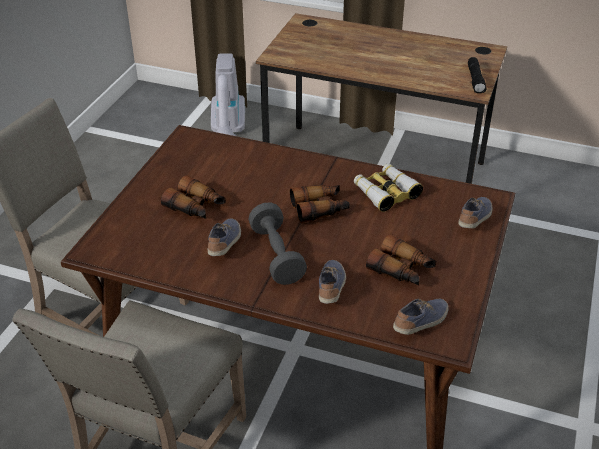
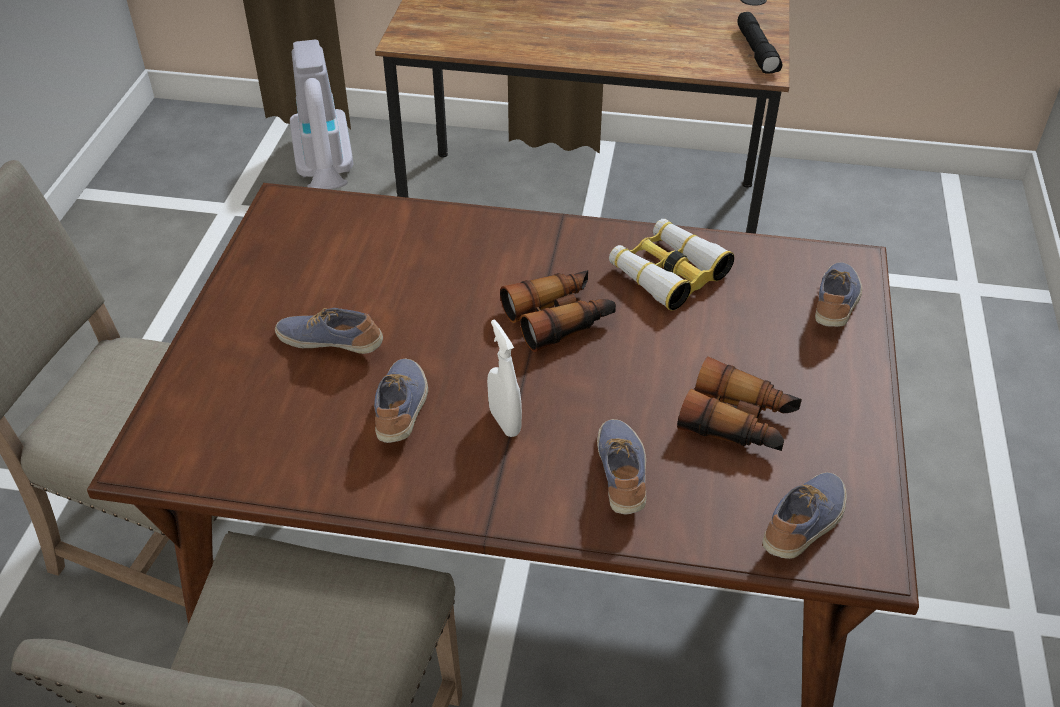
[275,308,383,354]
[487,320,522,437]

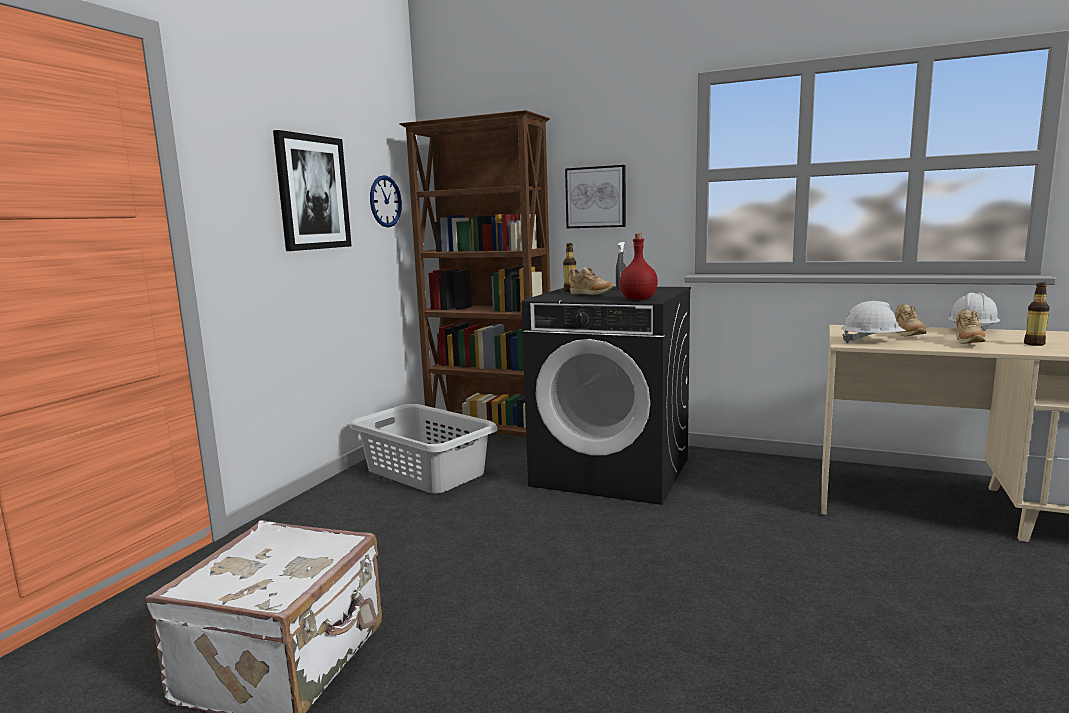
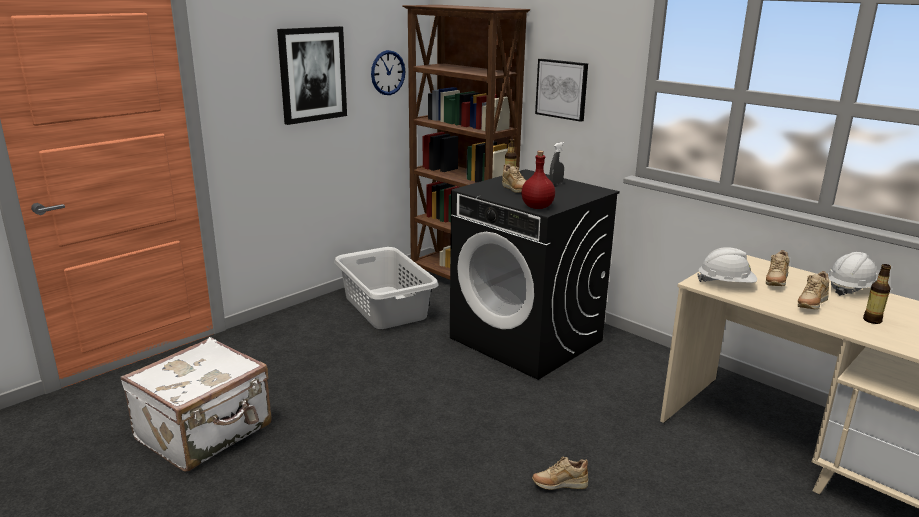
[532,457,588,490]

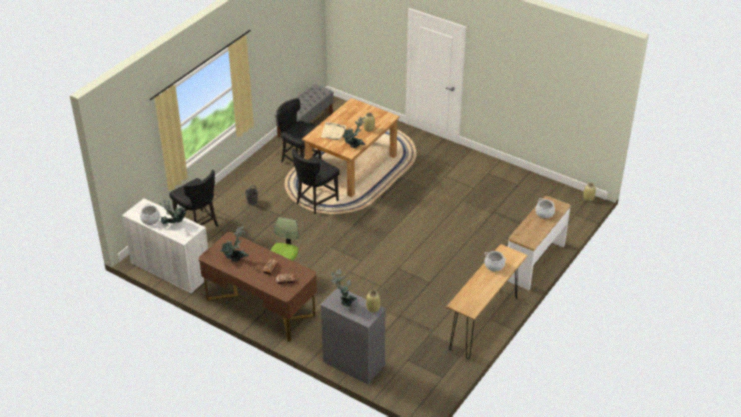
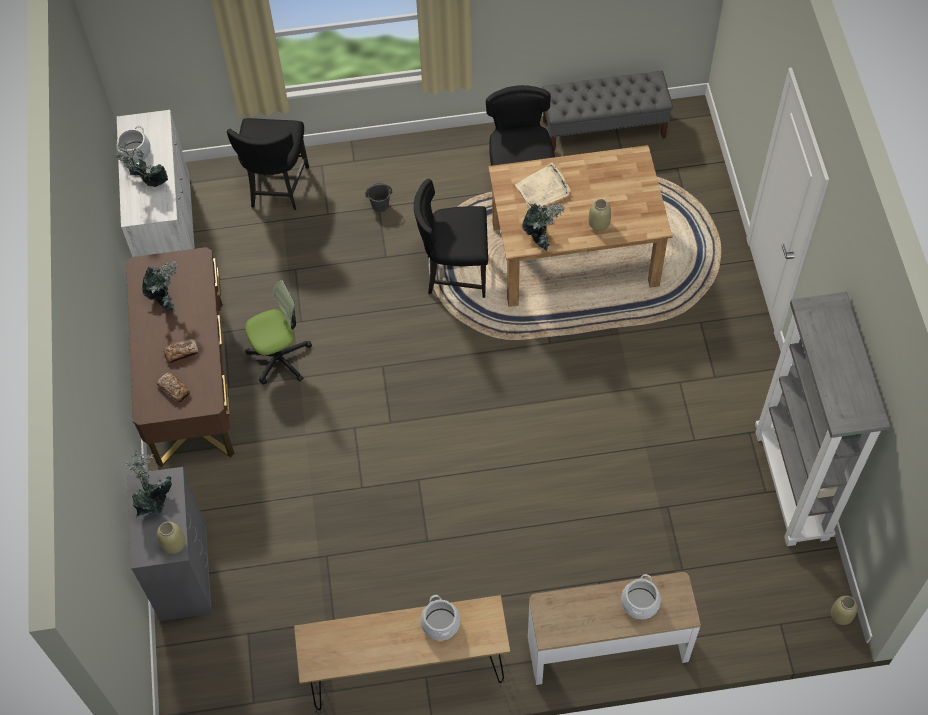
[755,292,891,546]

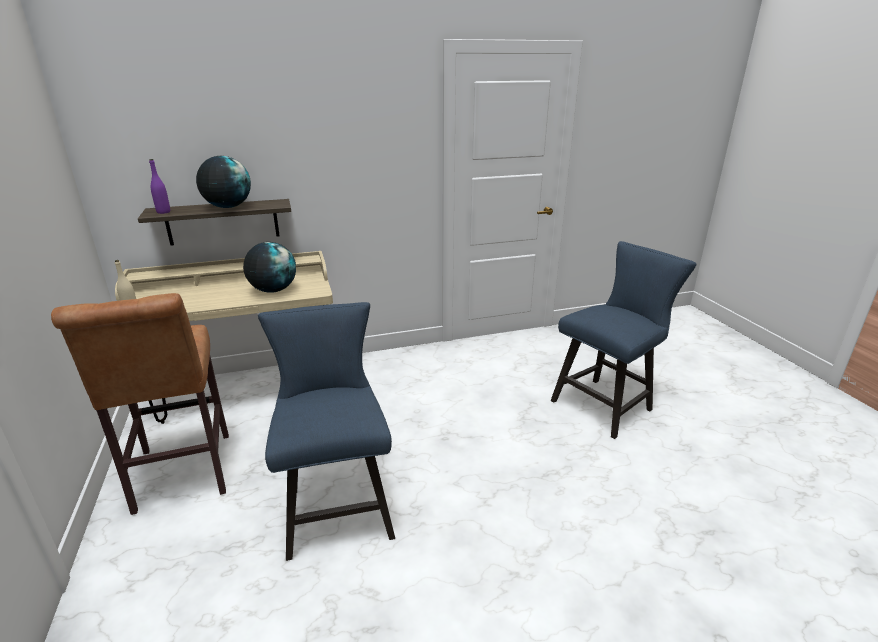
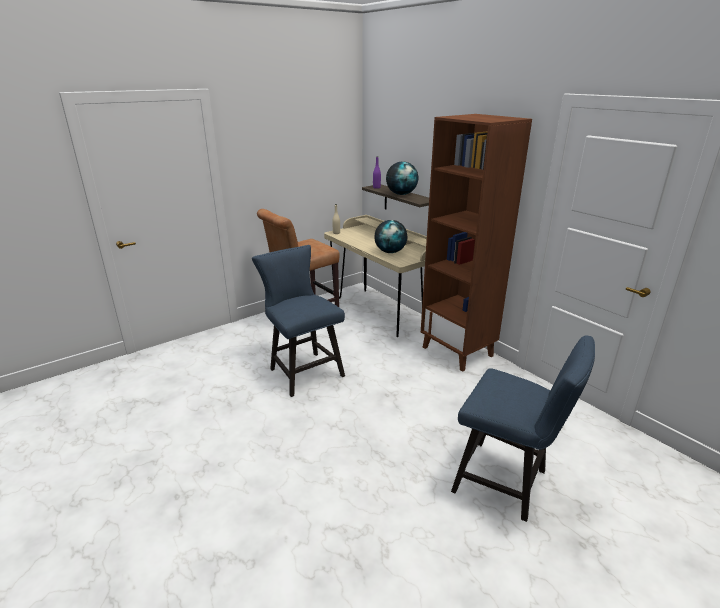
[252,245,345,397]
[421,114,532,372]

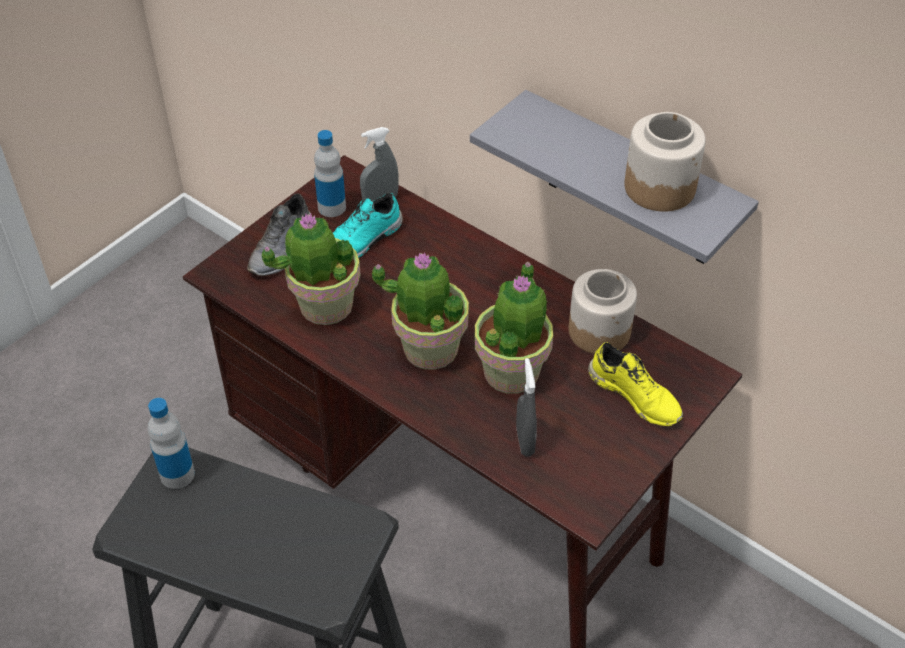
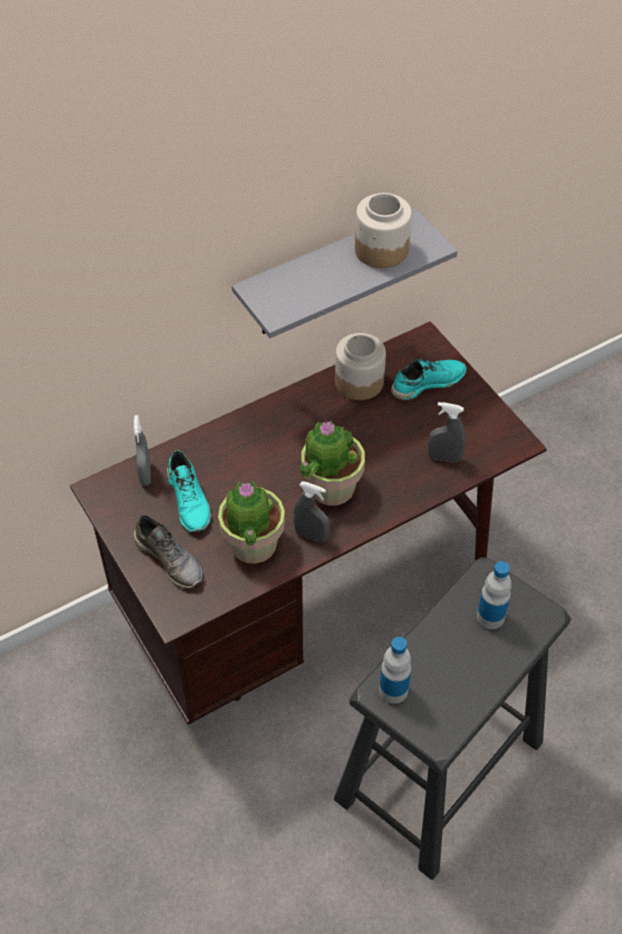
[477,561,512,629]
[475,262,553,394] (first image)
[391,359,467,401]
[293,481,330,543]

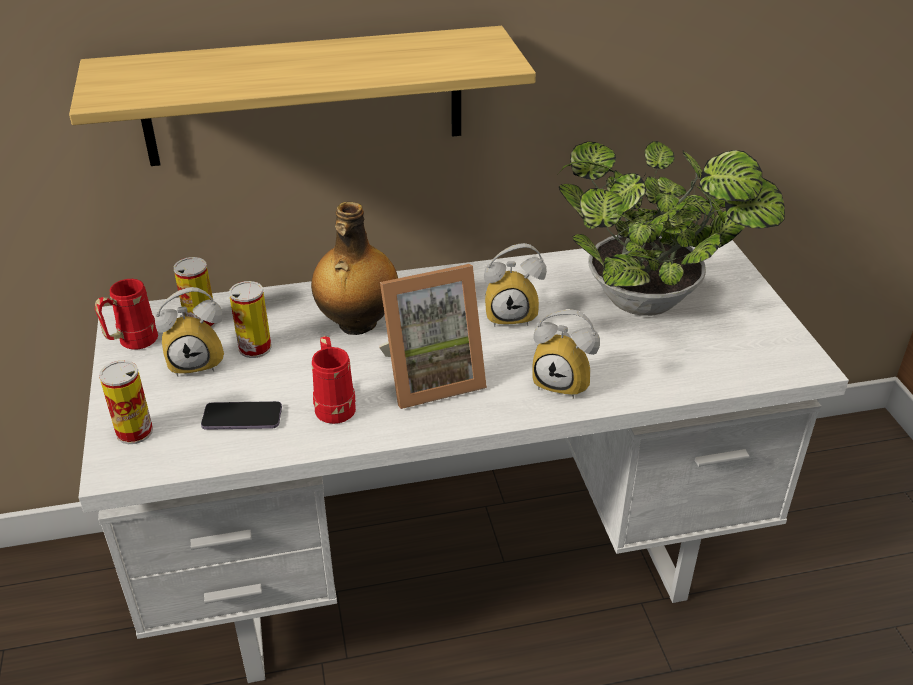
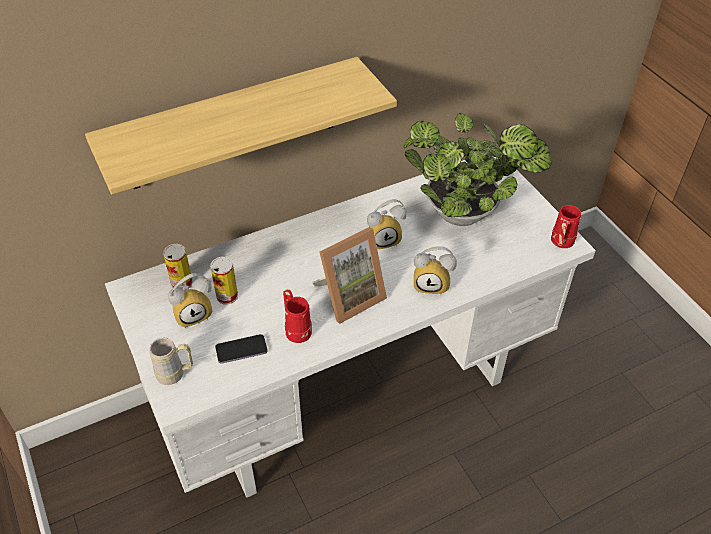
[311,202,398,335] (first image)
[551,205,581,248]
[149,338,193,385]

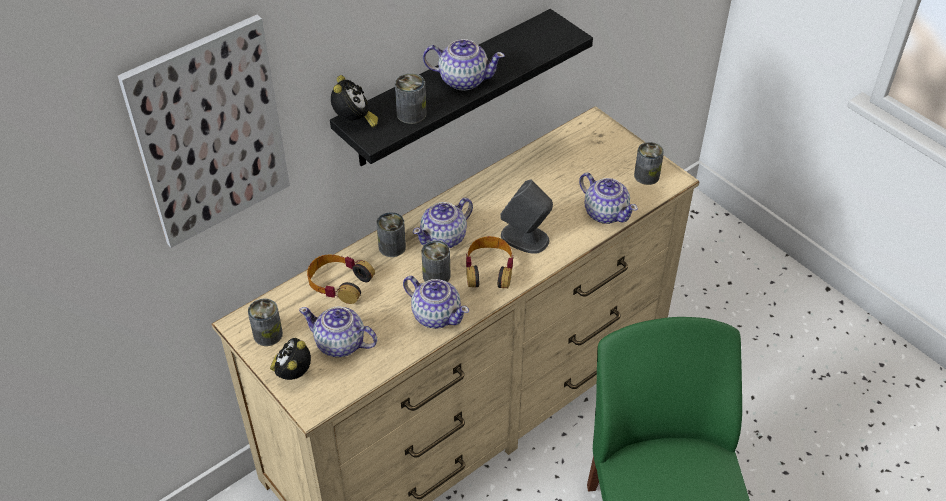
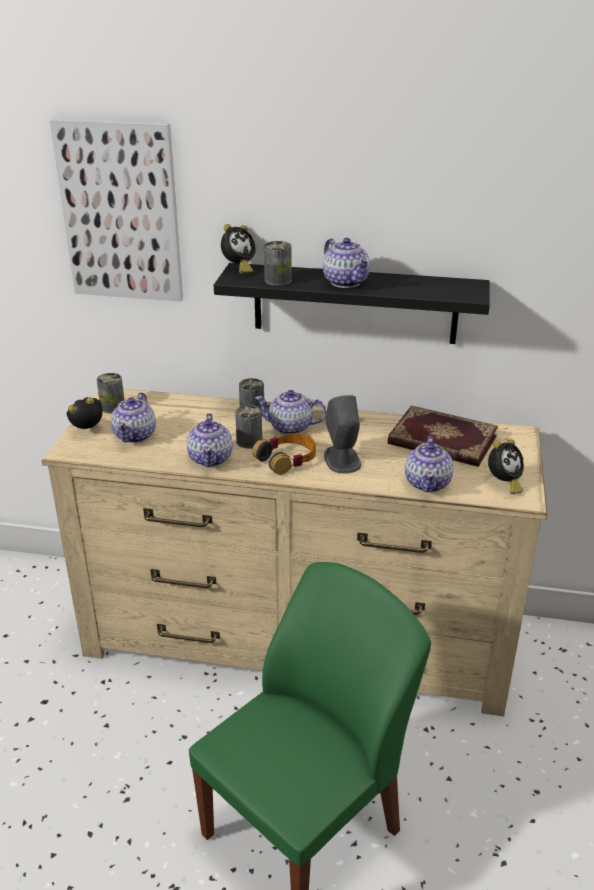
[488,439,524,494]
[307,255,375,304] (first image)
[111,392,156,443]
[388,405,498,467]

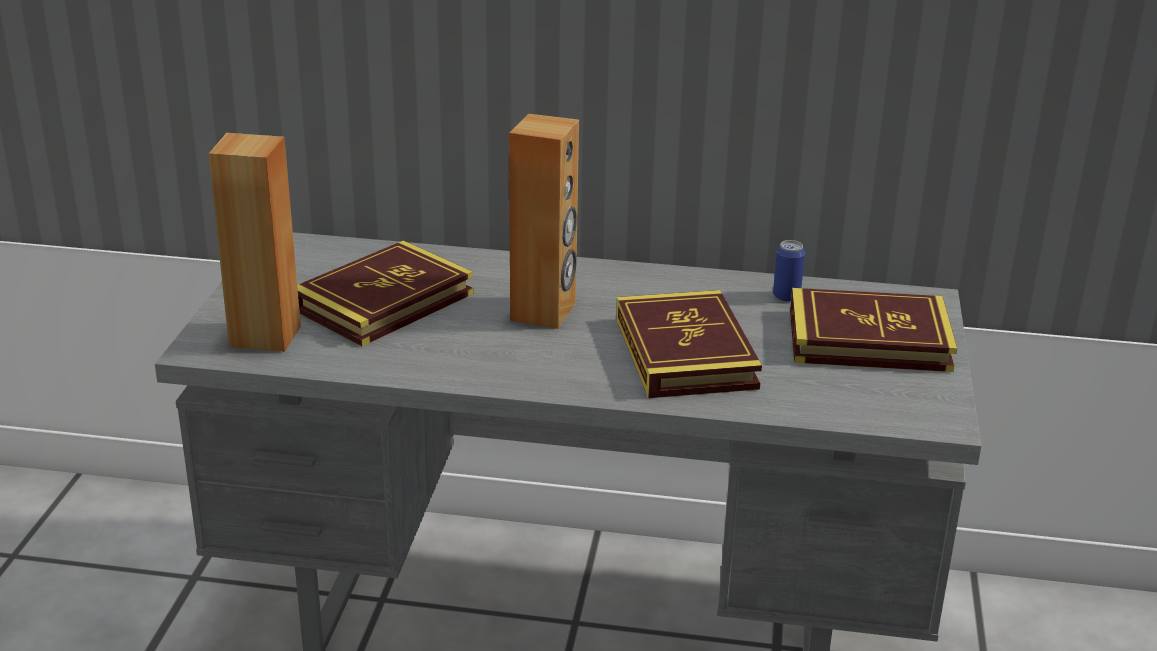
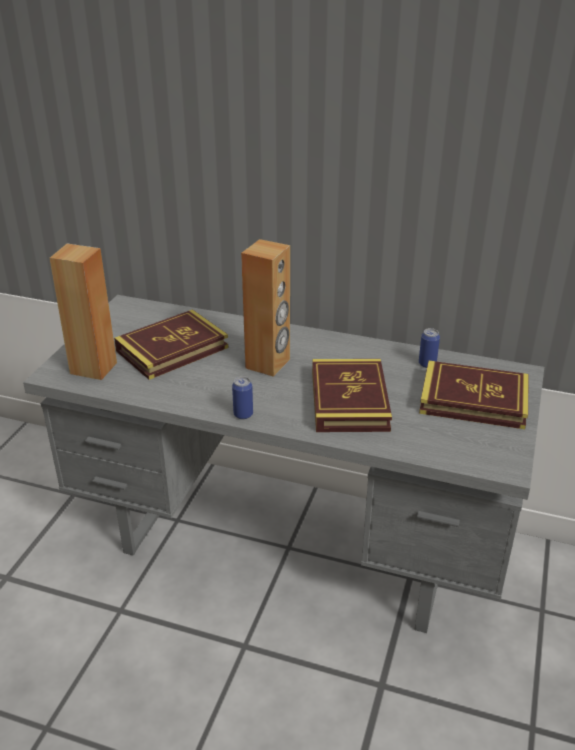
[232,376,253,420]

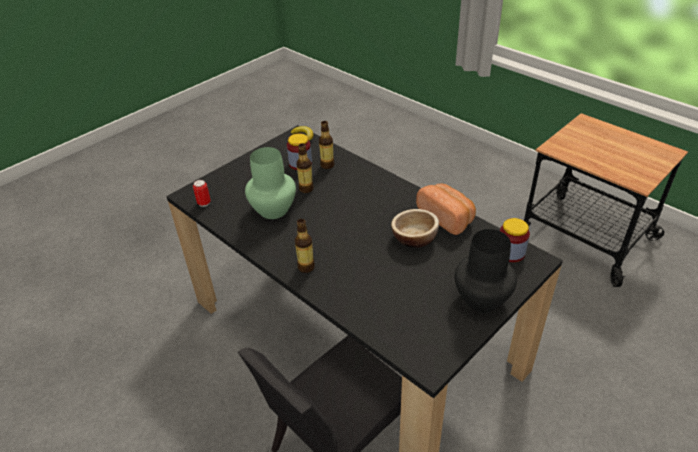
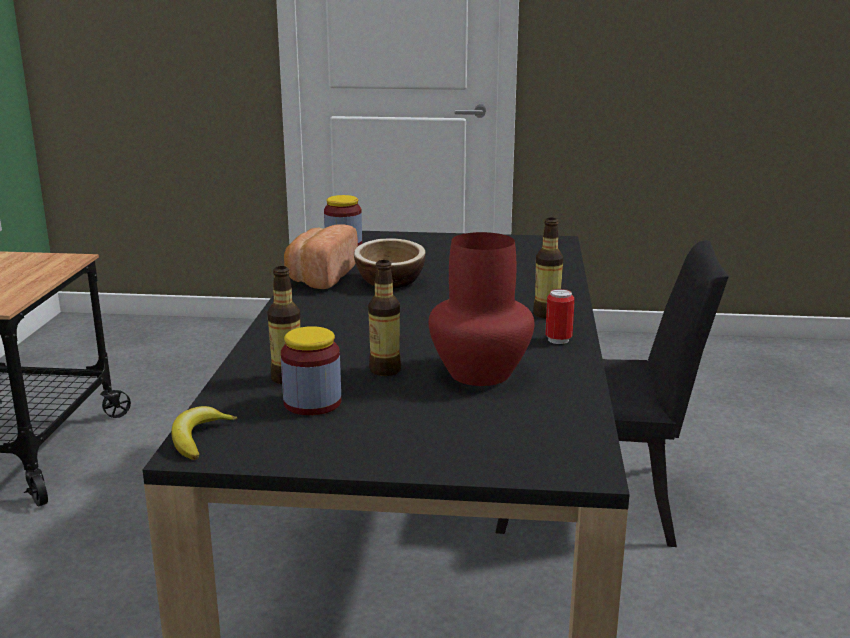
[428,232,534,386]
[545,289,574,344]
[455,229,517,312] (first image)

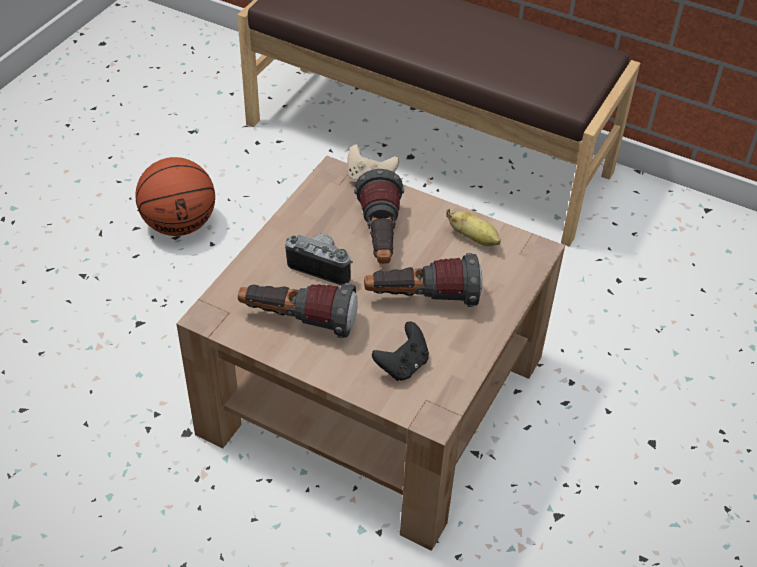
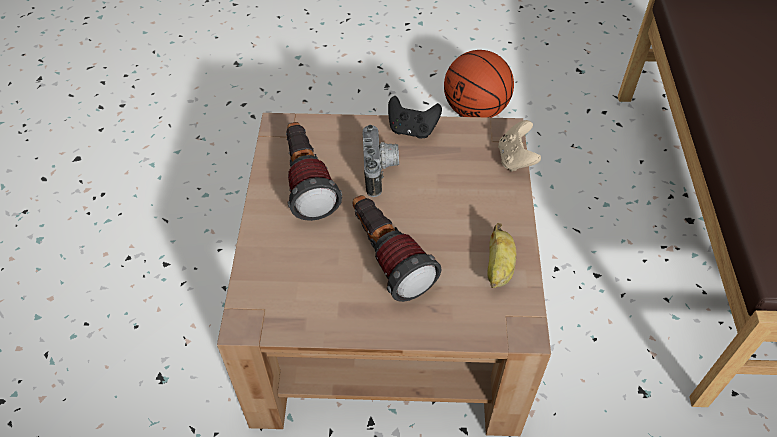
[354,169,404,264] (first image)
[388,96,442,139]

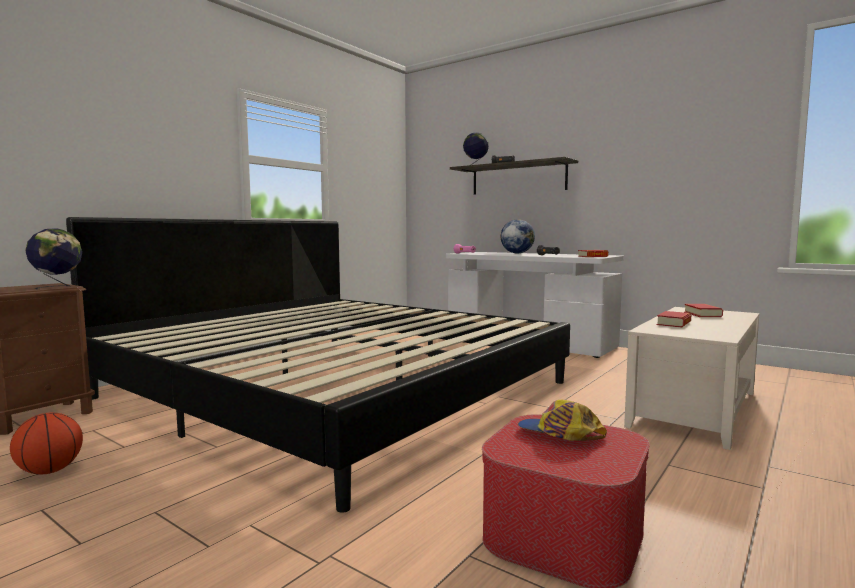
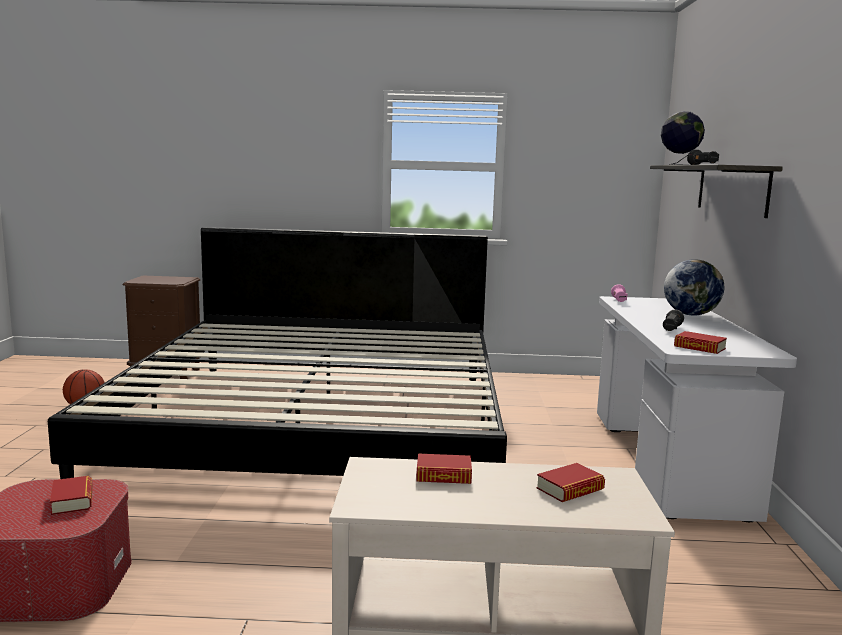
[25,228,82,289] (first image)
[50,476,92,515]

